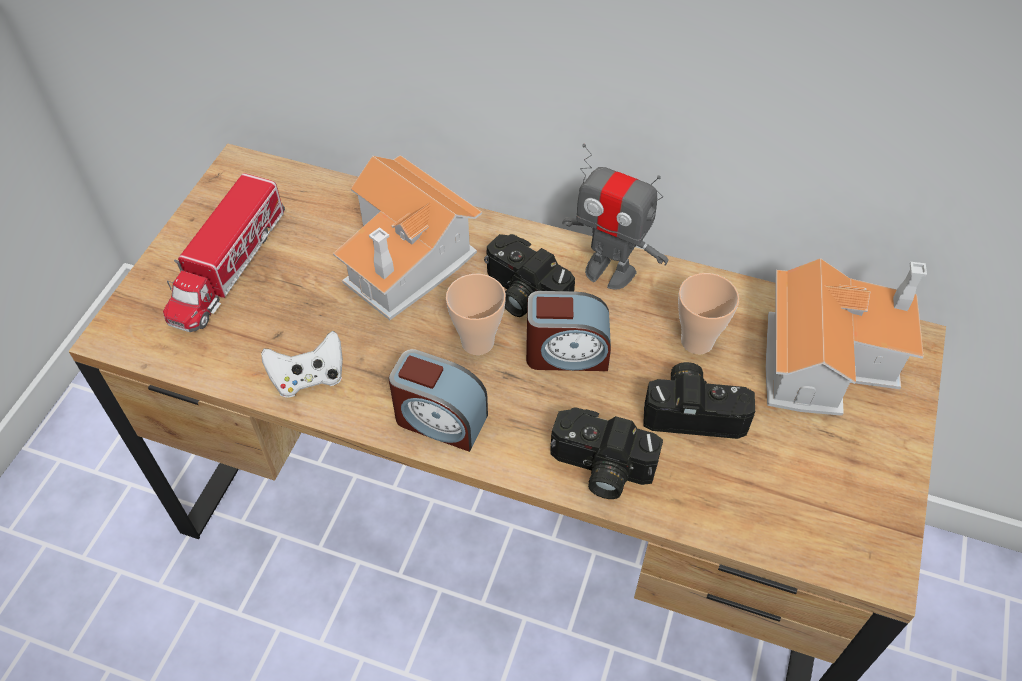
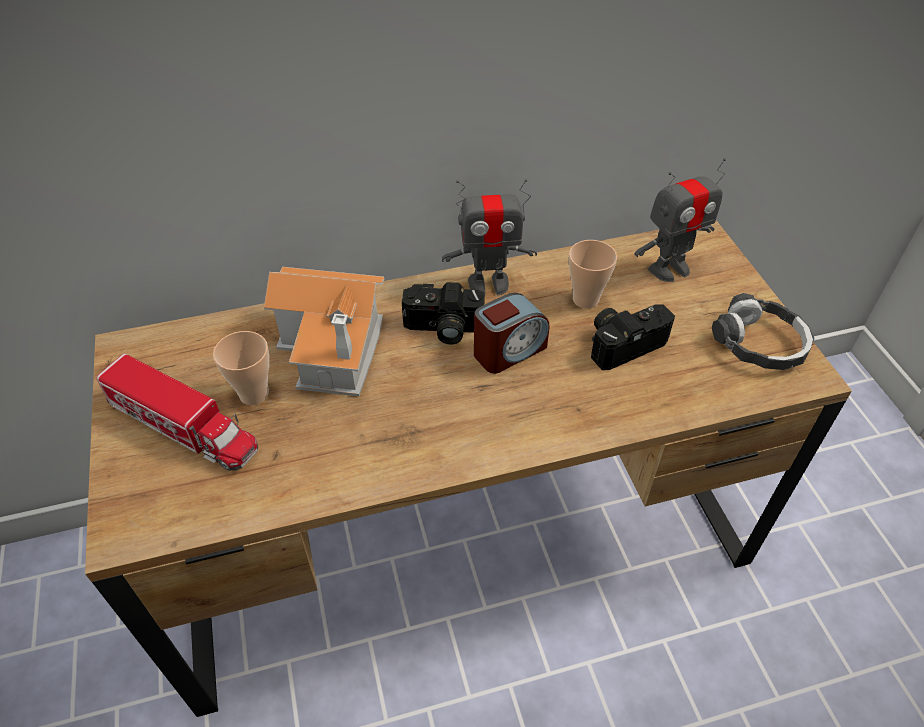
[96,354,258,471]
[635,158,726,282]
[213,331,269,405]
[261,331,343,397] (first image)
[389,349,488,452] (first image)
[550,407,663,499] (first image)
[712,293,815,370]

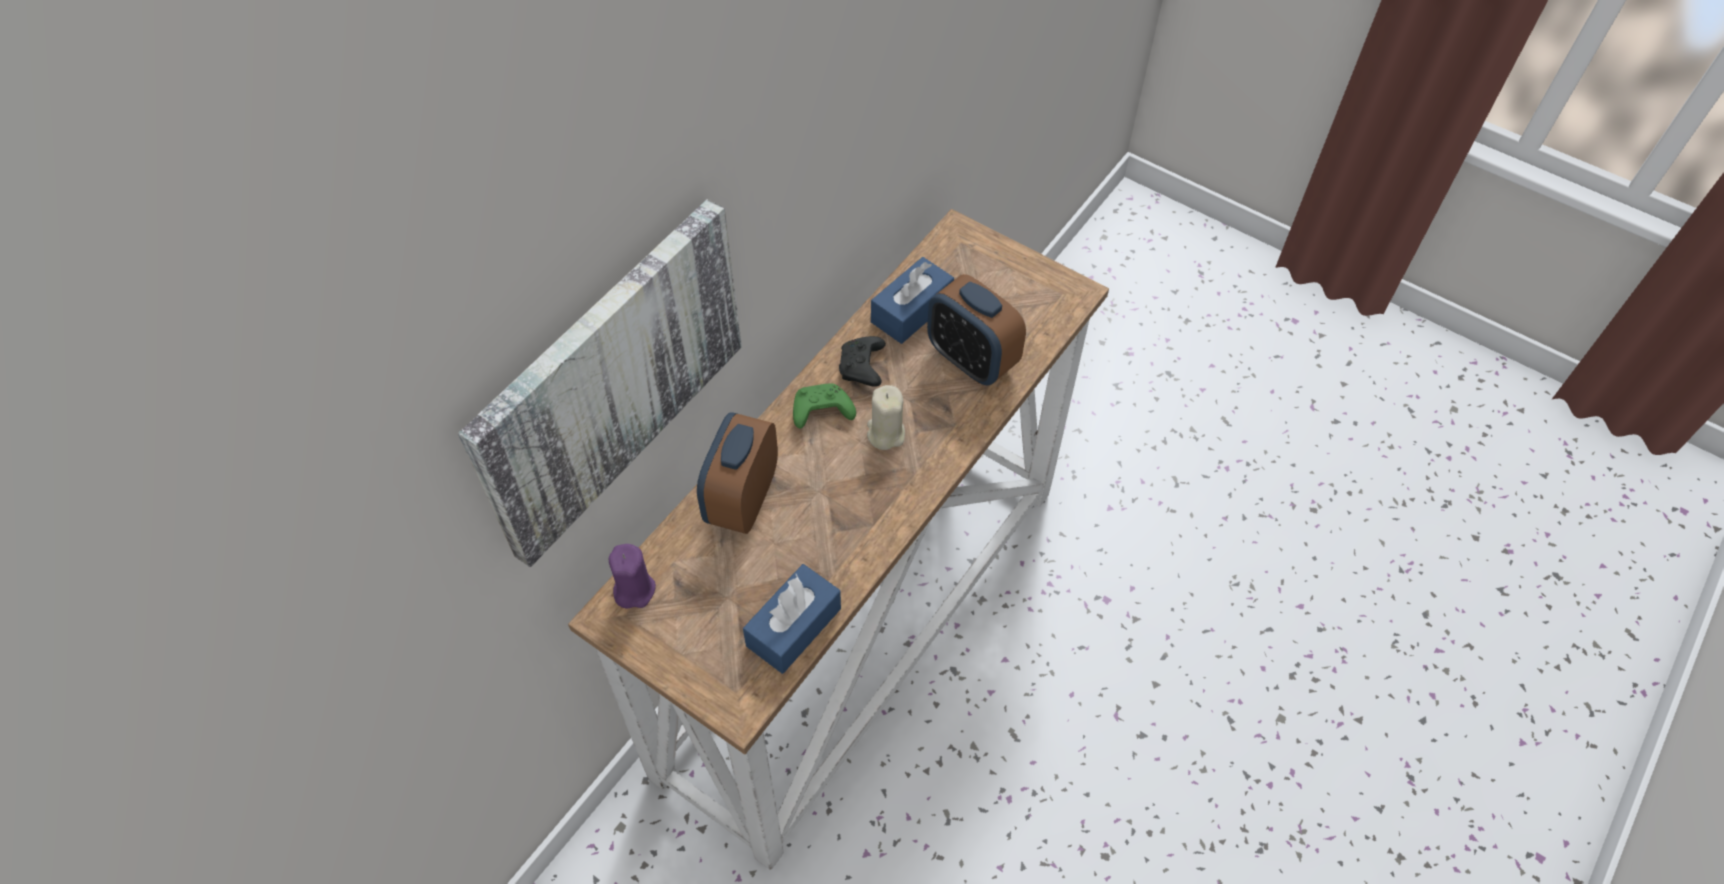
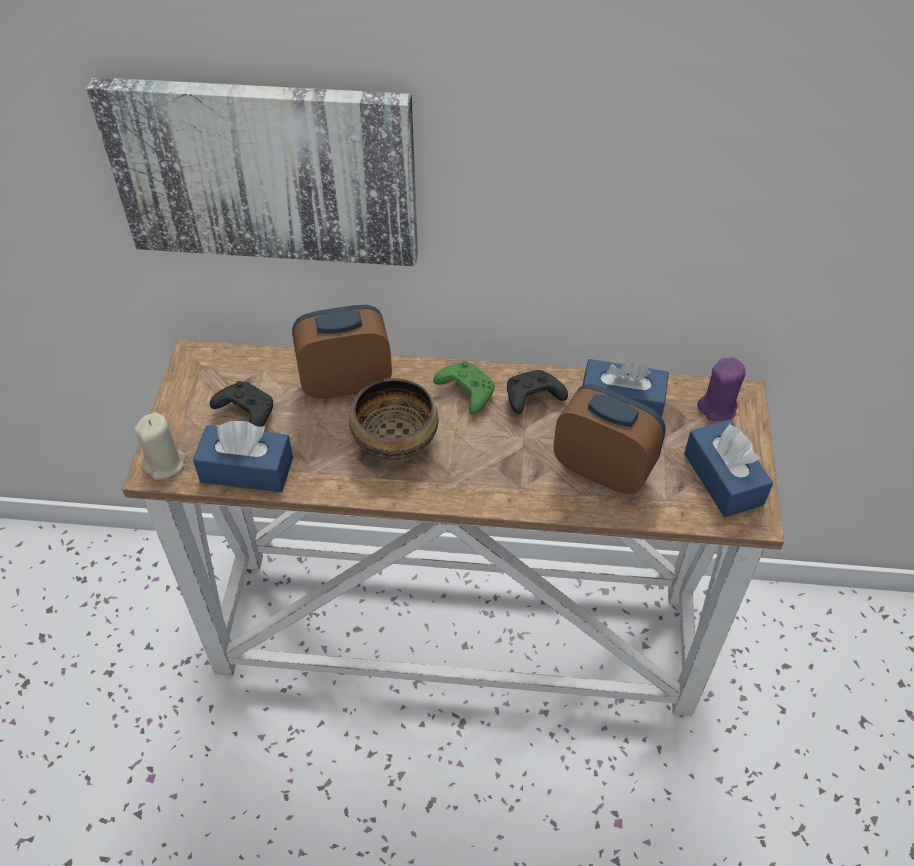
[553,384,666,494]
[134,413,186,480]
[697,357,746,421]
[349,378,439,460]
[210,381,273,427]
[684,419,773,517]

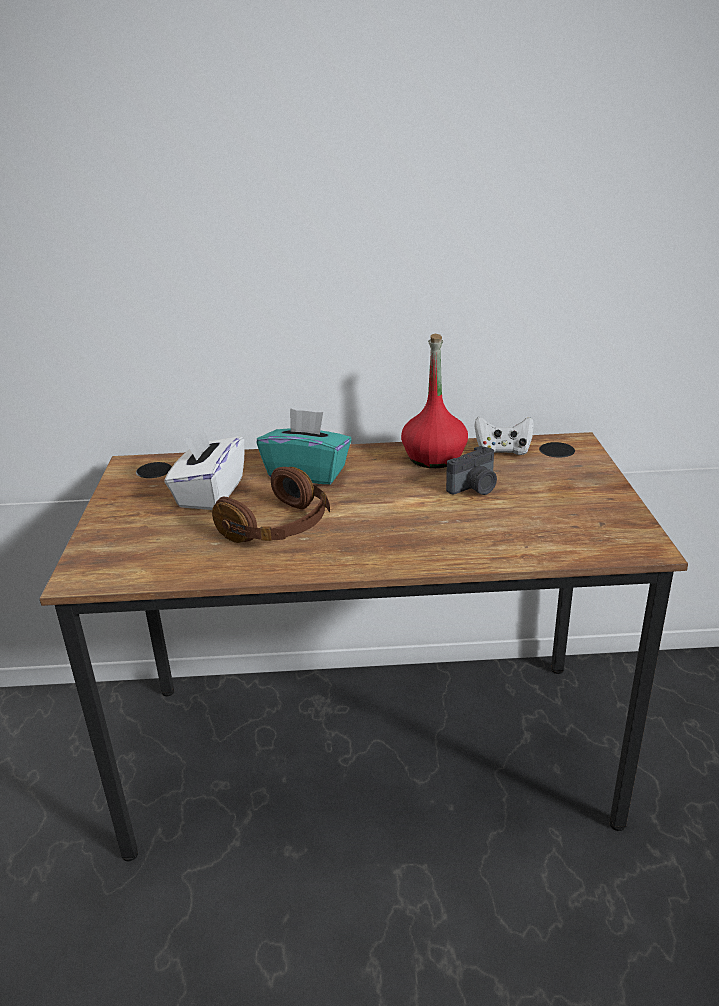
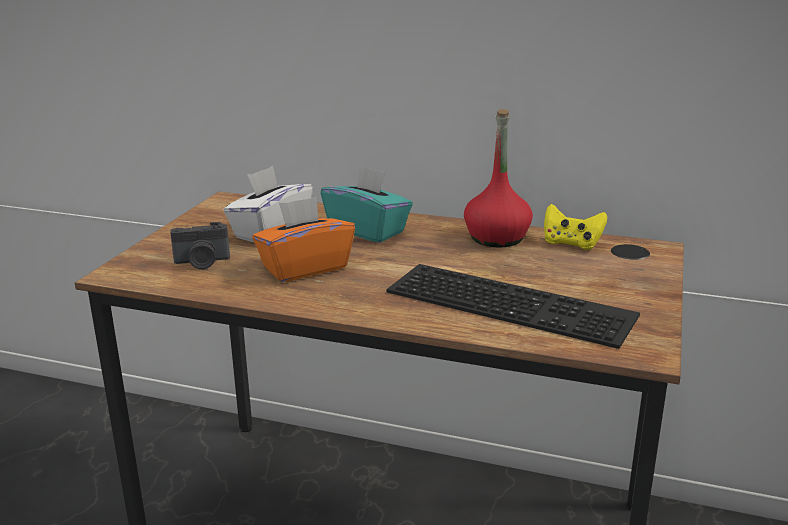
[544,204,607,250]
[170,222,230,269]
[252,196,355,282]
[387,264,640,349]

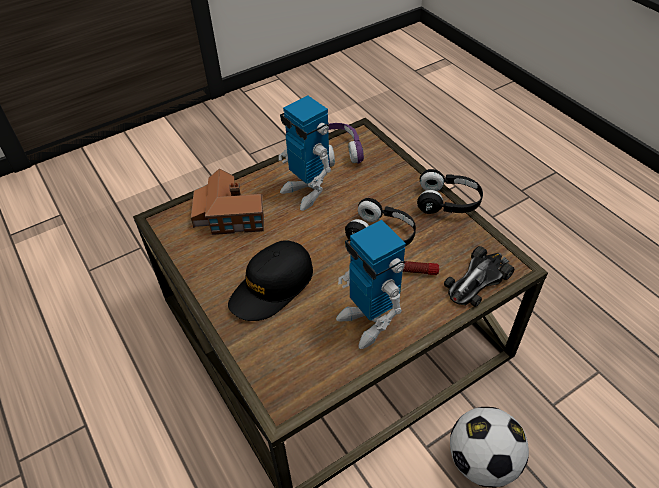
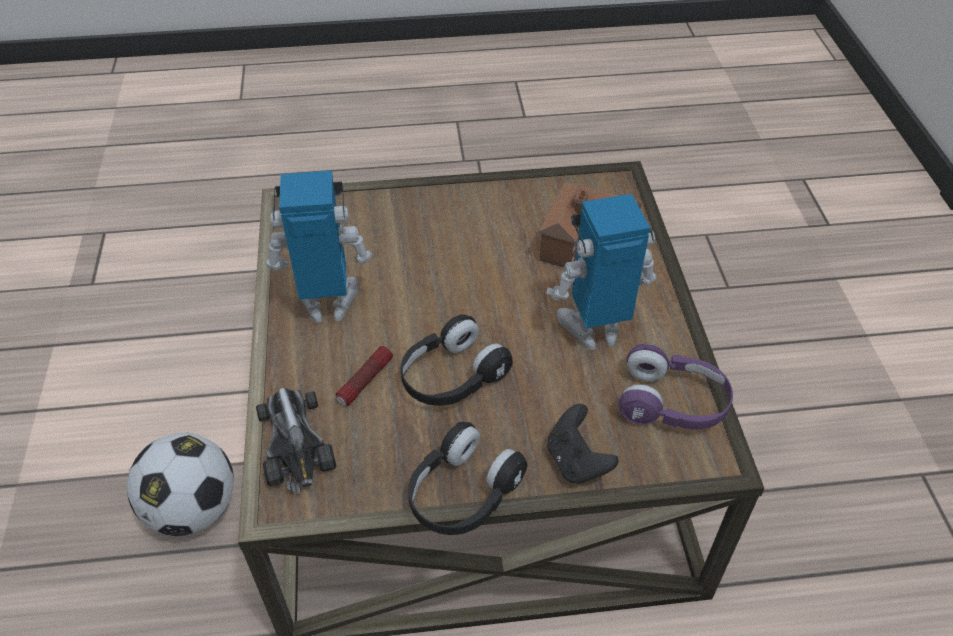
[228,240,313,321] (first image)
[547,404,619,484]

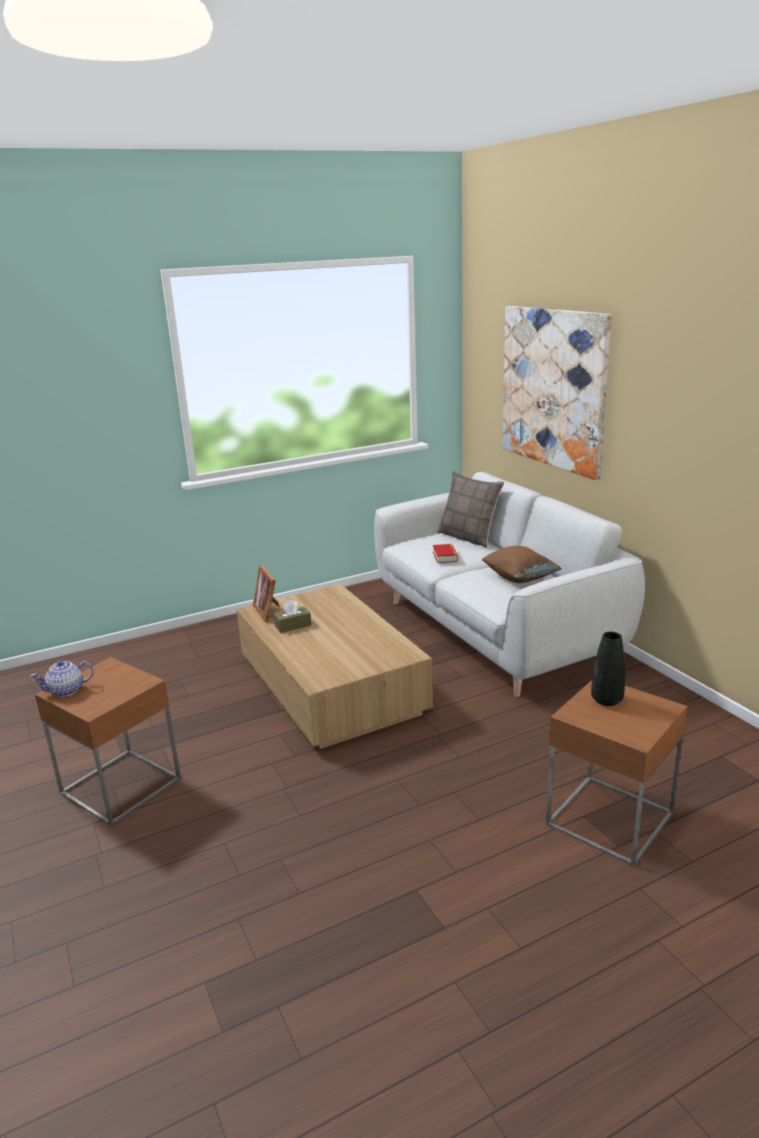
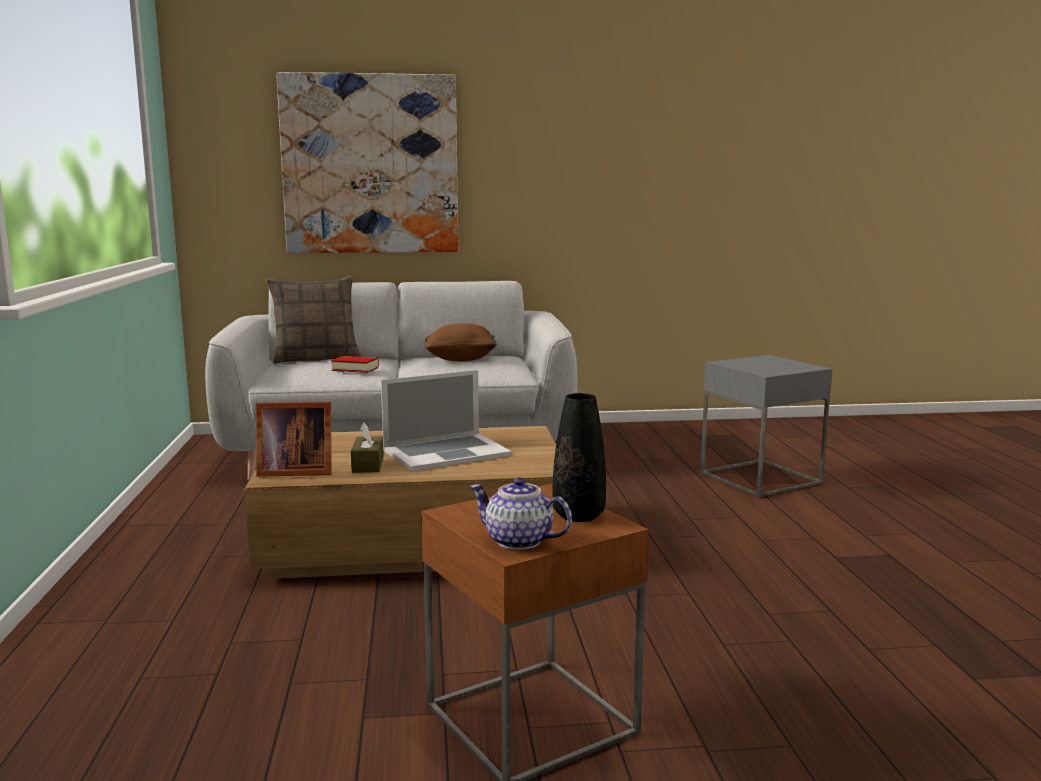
[552,393,606,522]
[469,477,572,550]
[700,355,832,497]
[381,370,512,471]

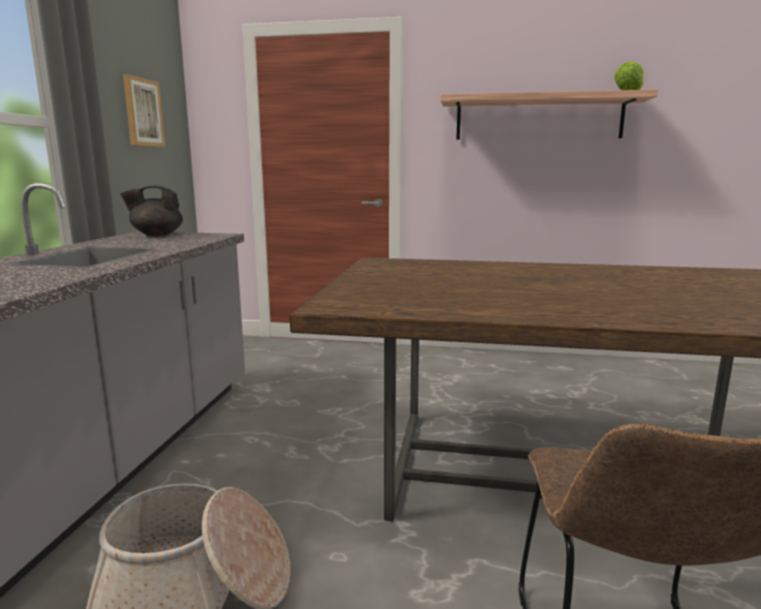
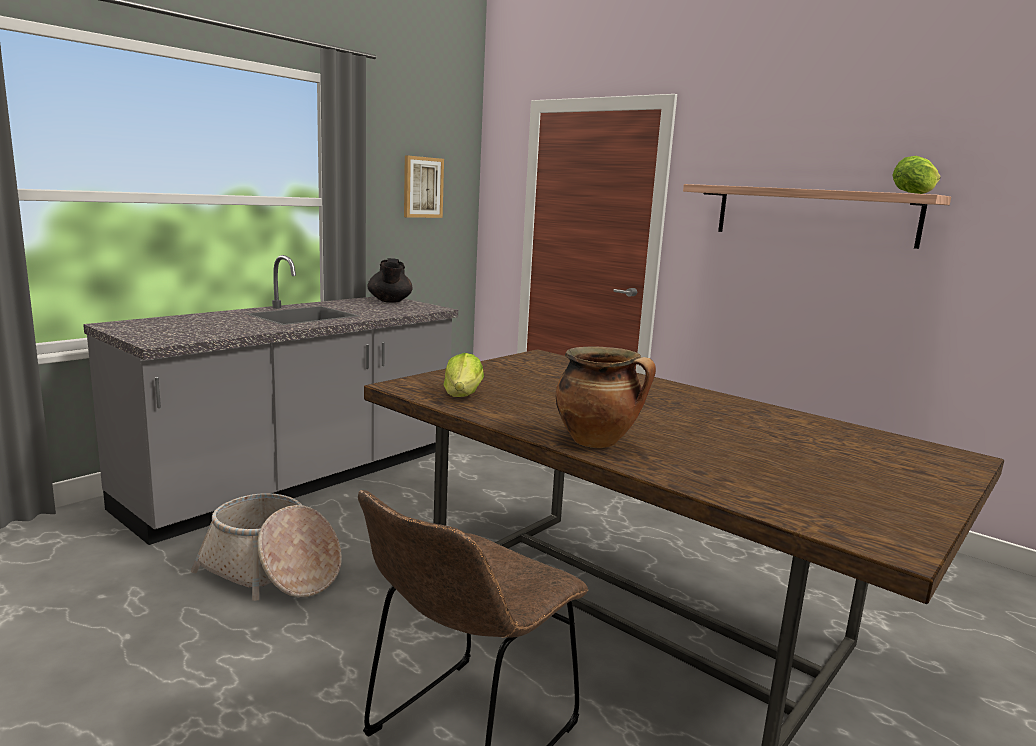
[368,258,412,303]
[556,347,656,448]
[444,353,484,397]

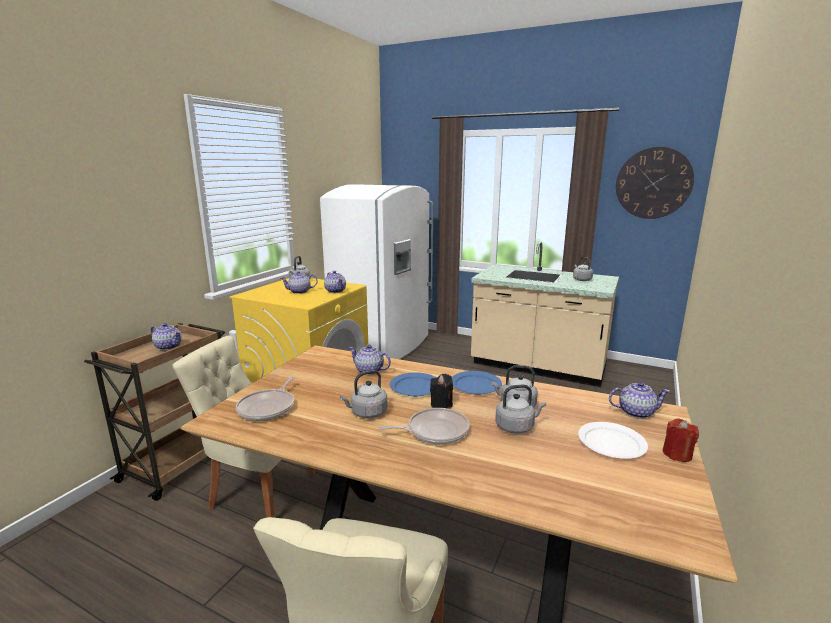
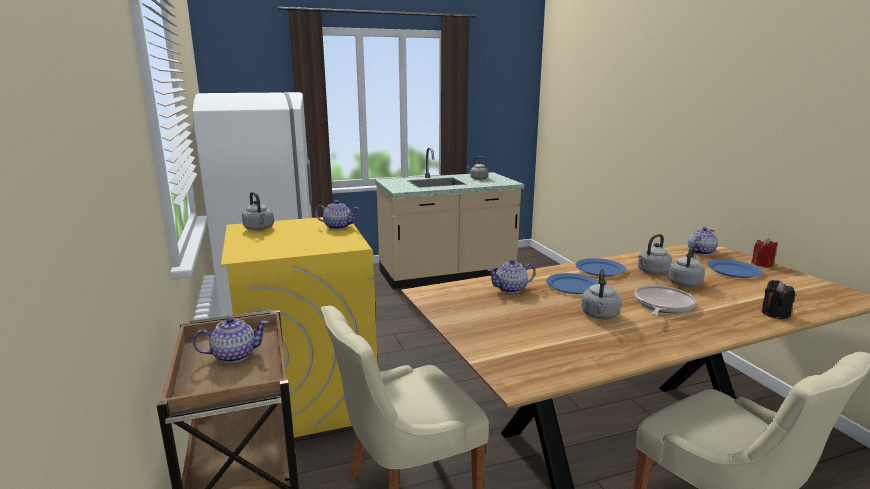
[616,147,694,219] (first image)
[280,271,318,294] (first image)
[762,280,795,319]
[236,376,295,421] (first image)
[707,260,763,278]

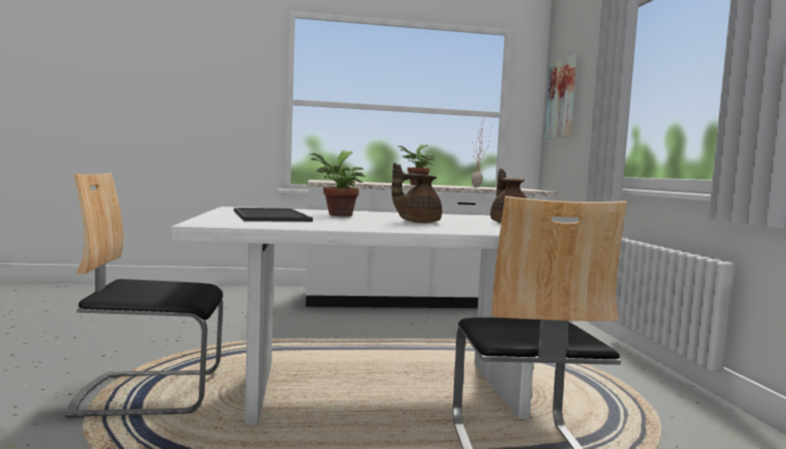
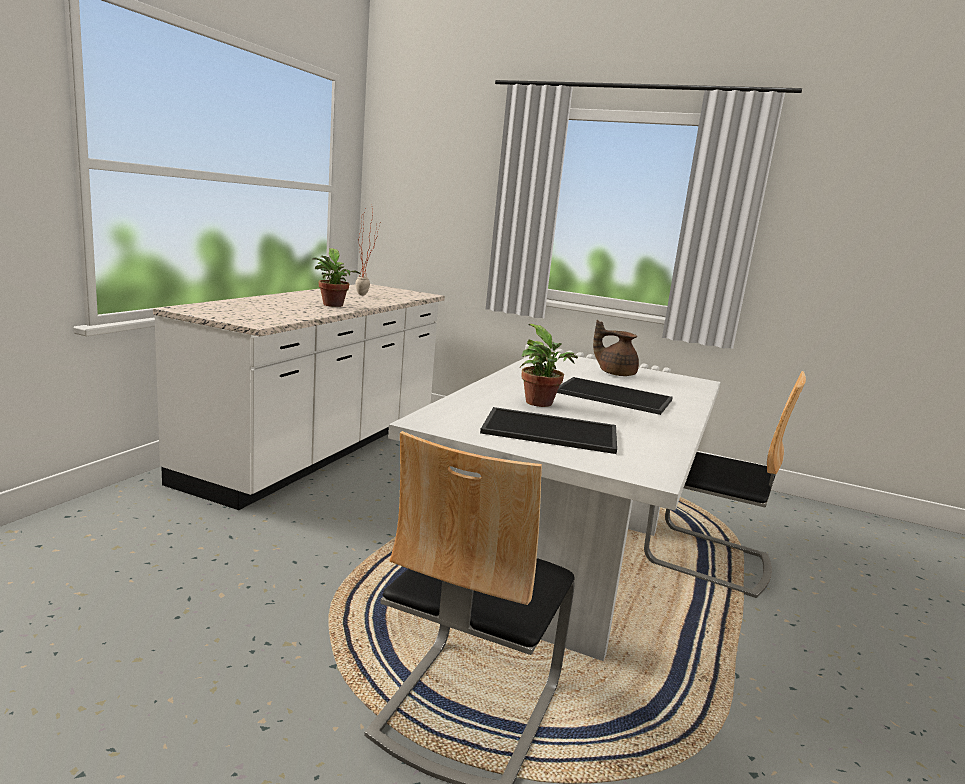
[545,55,577,139] (first image)
[557,377,673,415]

